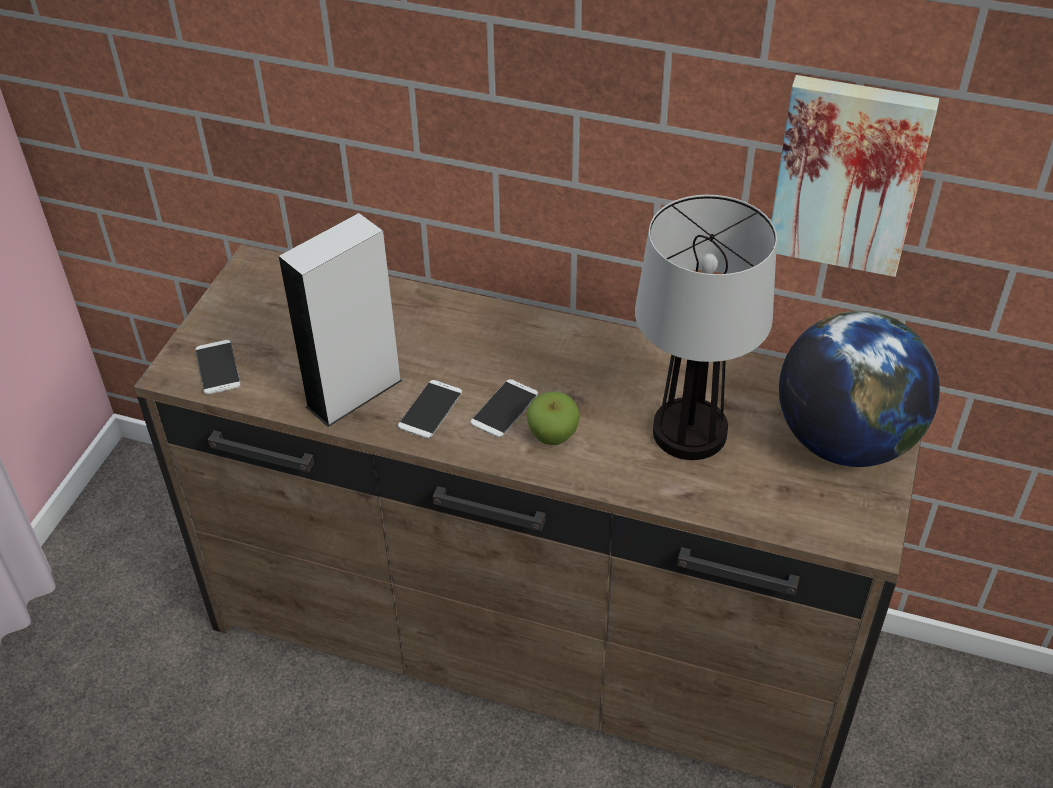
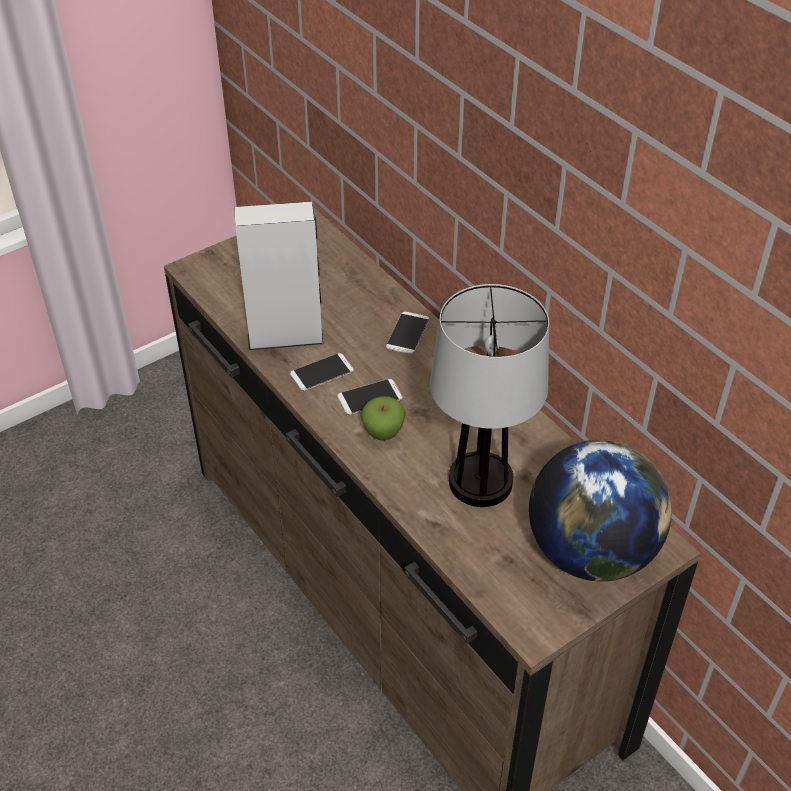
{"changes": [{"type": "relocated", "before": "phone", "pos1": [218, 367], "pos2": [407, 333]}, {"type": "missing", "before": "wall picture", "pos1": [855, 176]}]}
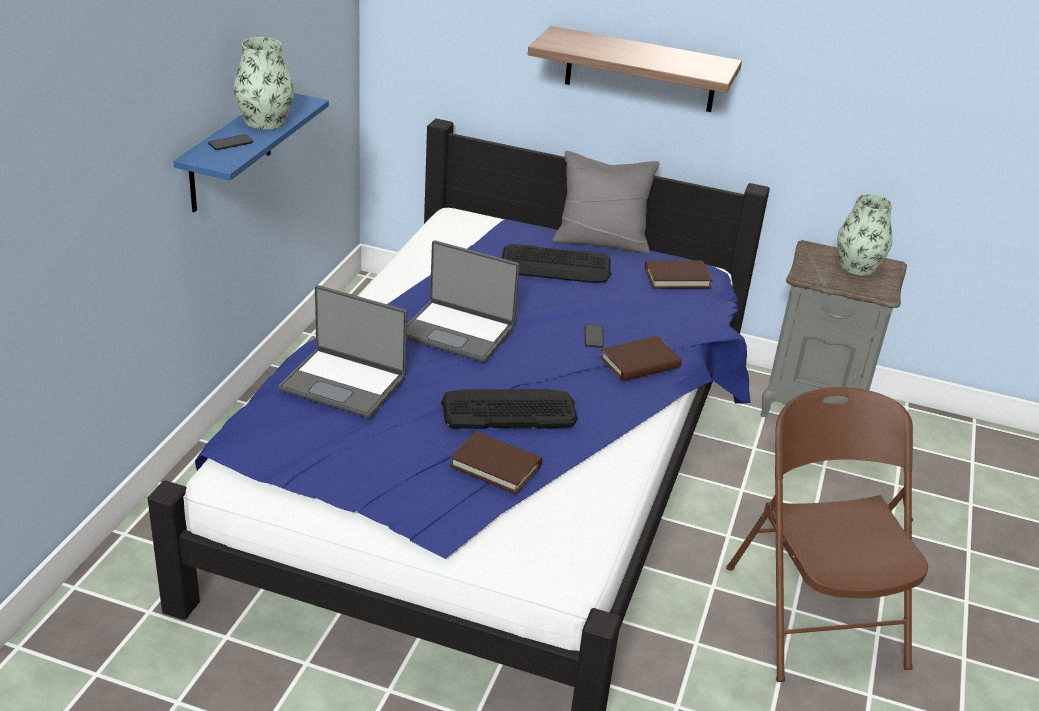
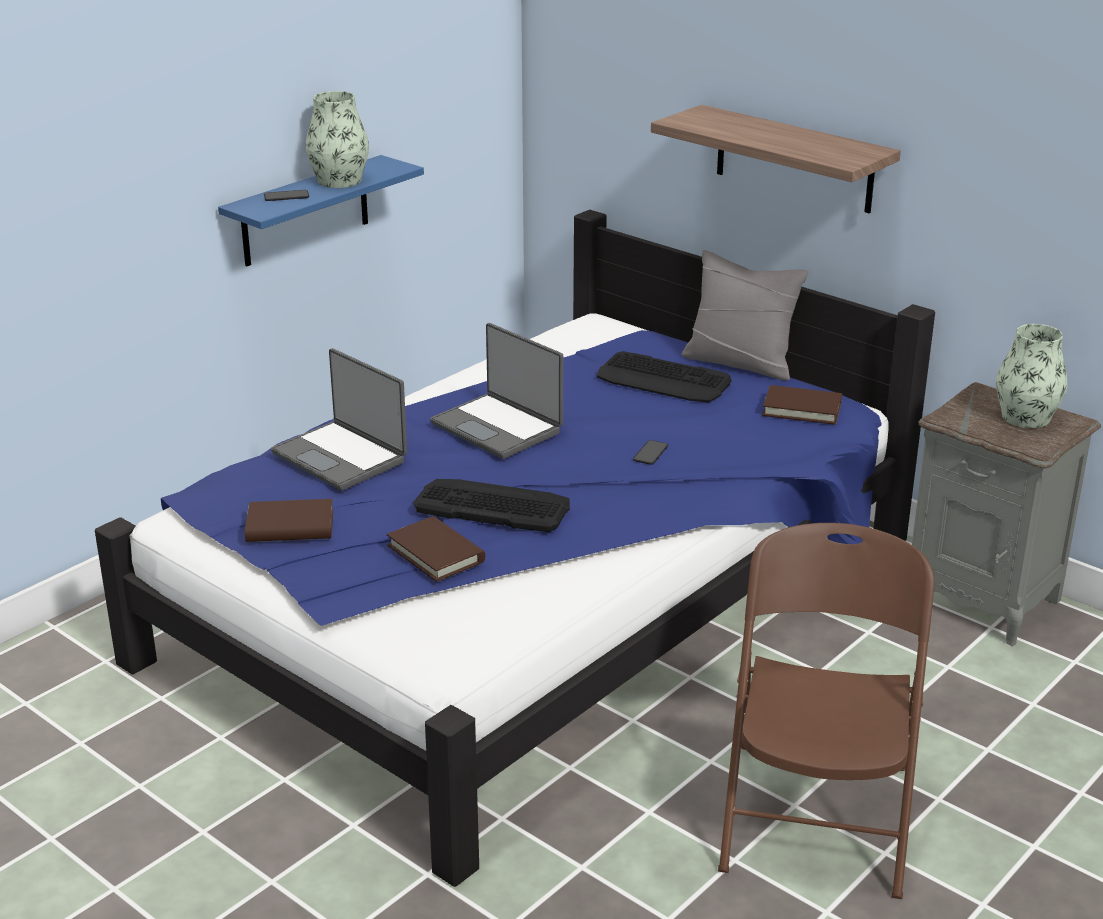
{"changes": [{"type": "relocated", "before": "brown book", "pos1": [641, 358], "pos2": [289, 520]}]}
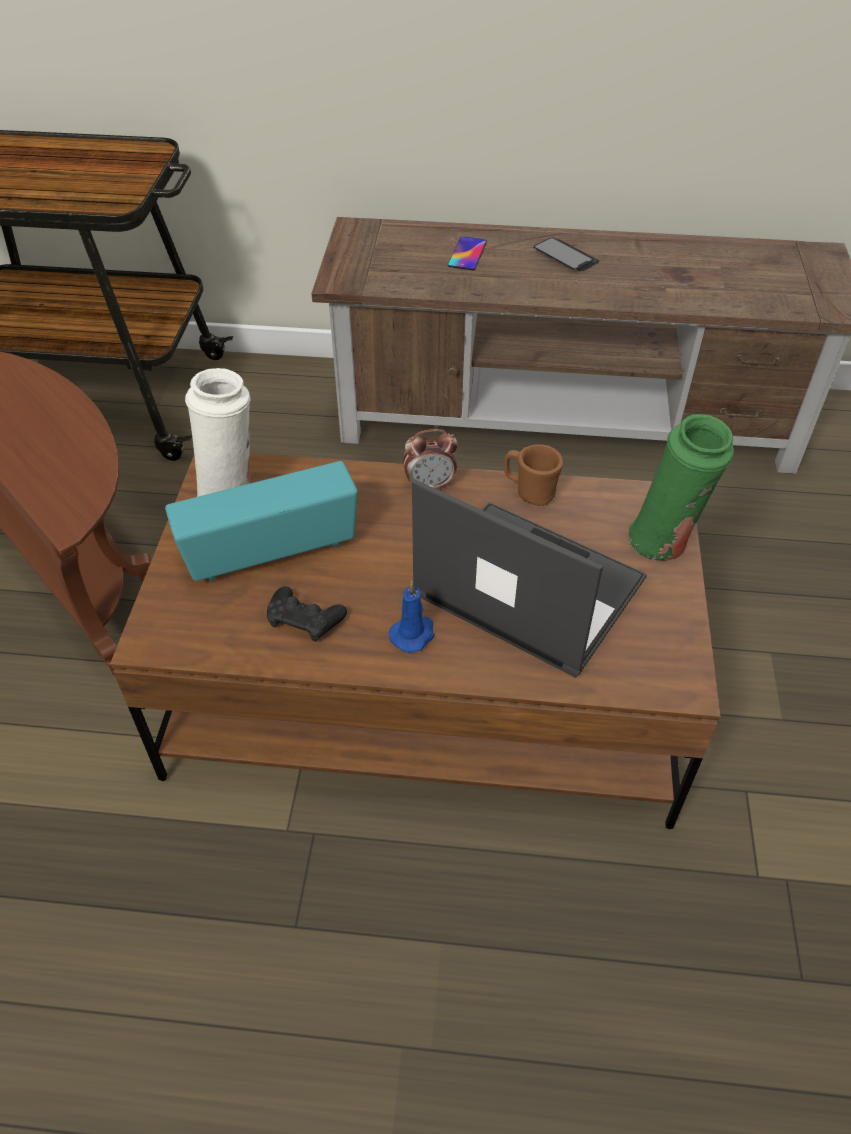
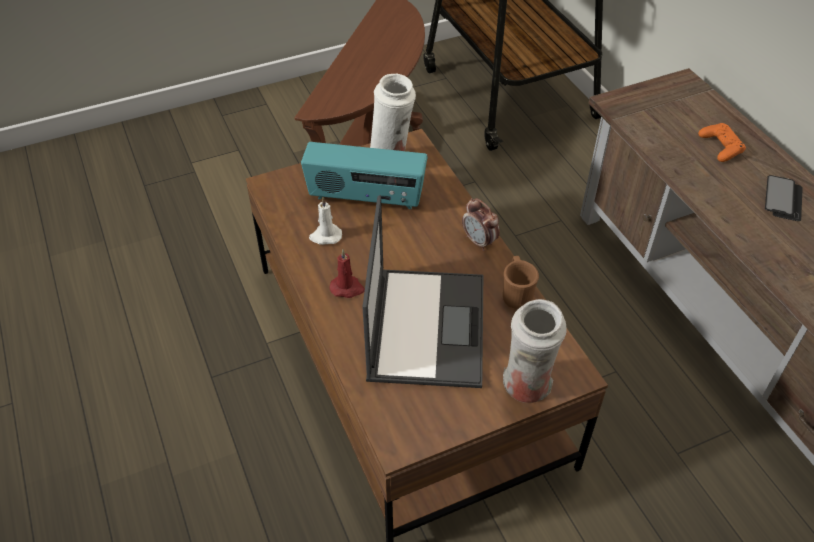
{"changes": [{"type": "spun", "before": "radio set", "pos1": [261, 521], "pos2": [364, 175], "turn": 150}, {"type": "exchanged", "before": "black-coloured joypad", "after": "white wax light", "pos1": [307, 614], "pos2": [325, 221]}, {"type": "colour", "before": "blue wax light", "after": "reddish wax light", "pos1": [412, 617], "pos2": [347, 273]}, {"type": "exchanged", "before": "phone", "after": "orange-coloured joypad", "pos1": [467, 253], "pos2": [722, 142]}, {"type": "colour", "before": "greenish flower vase", "after": "white flower vase", "pos1": [681, 487], "pos2": [535, 351]}]}
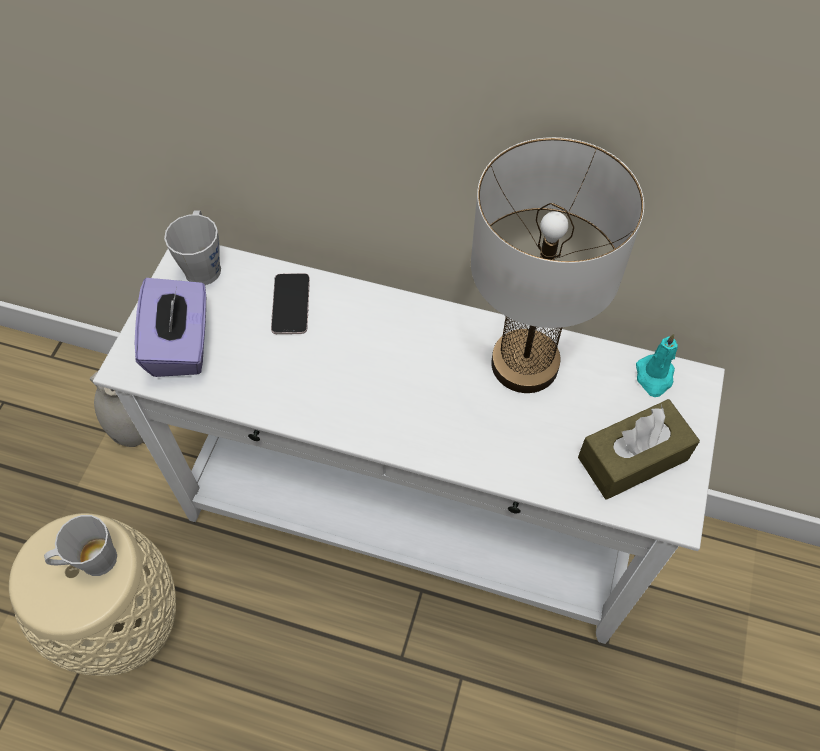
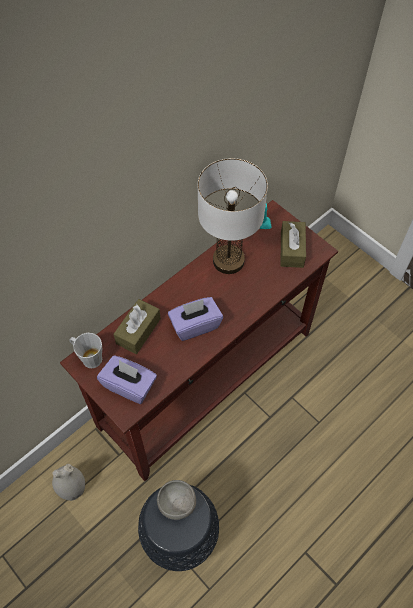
{"changes": [{"type": "colour", "before": "beige-coloured sitting stool", "after": "black-coloured sitting stool", "pos1": [92, 594], "pos2": [178, 528]}, {"type": "exchanged", "before": "grey tea mug", "after": "grey bowl", "pos1": [80, 545], "pos2": [176, 500]}, {"type": "colour", "before": "white narrow table", "after": "brown narrow table", "pos1": [409, 444], "pos2": [199, 340]}, {"type": "exchanged", "before": "phone", "after": "brown tissue box", "pos1": [290, 303], "pos2": [137, 326]}, {"type": "appeared", "after": "purple-coloured tissue box", "pos2": [195, 319]}]}
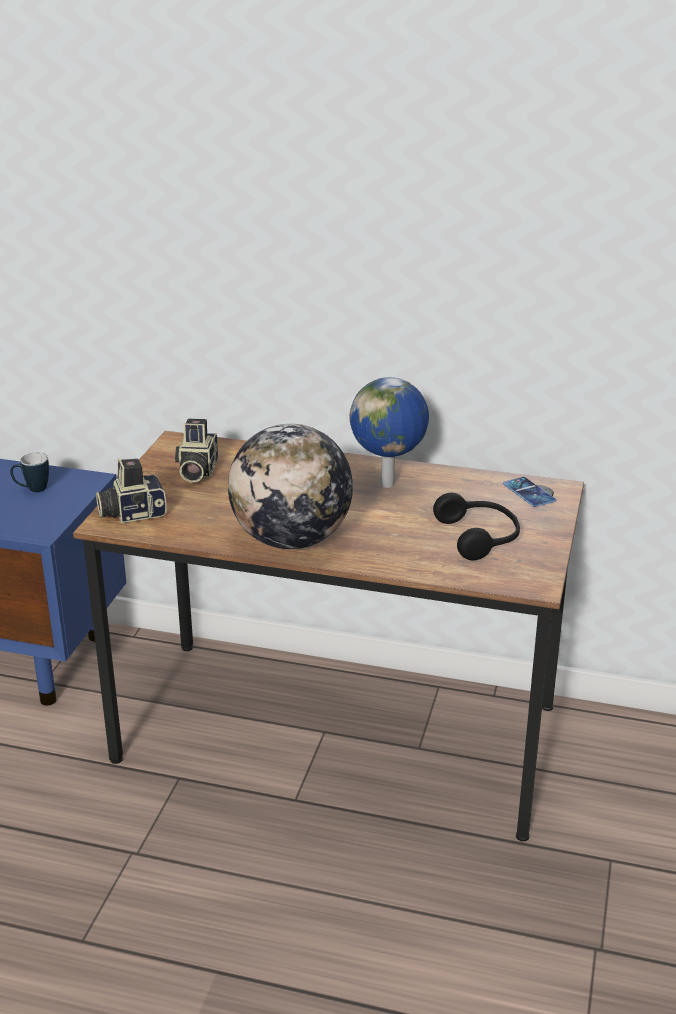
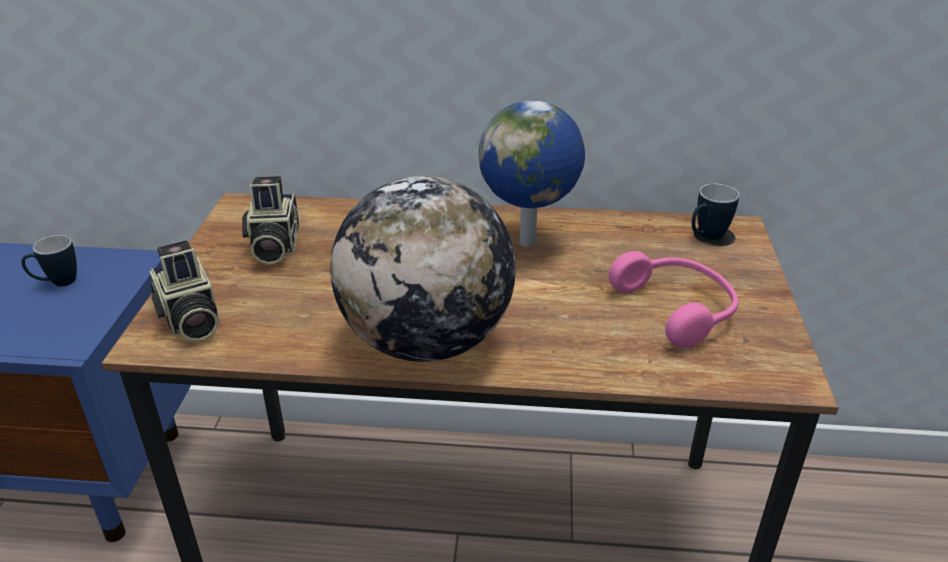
{"changes": [{"type": "spun", "before": "still camera", "pos1": [131, 490], "pos2": [184, 291], "turn": -90}, {"type": "colour", "before": "black-coloured pair of headphones", "after": "pink-coloured pair of headphones", "pos1": [476, 526], "pos2": [673, 299]}, {"type": "exchanged", "before": "phone", "after": "tea mug", "pos1": [529, 492], "pos2": [715, 212]}]}
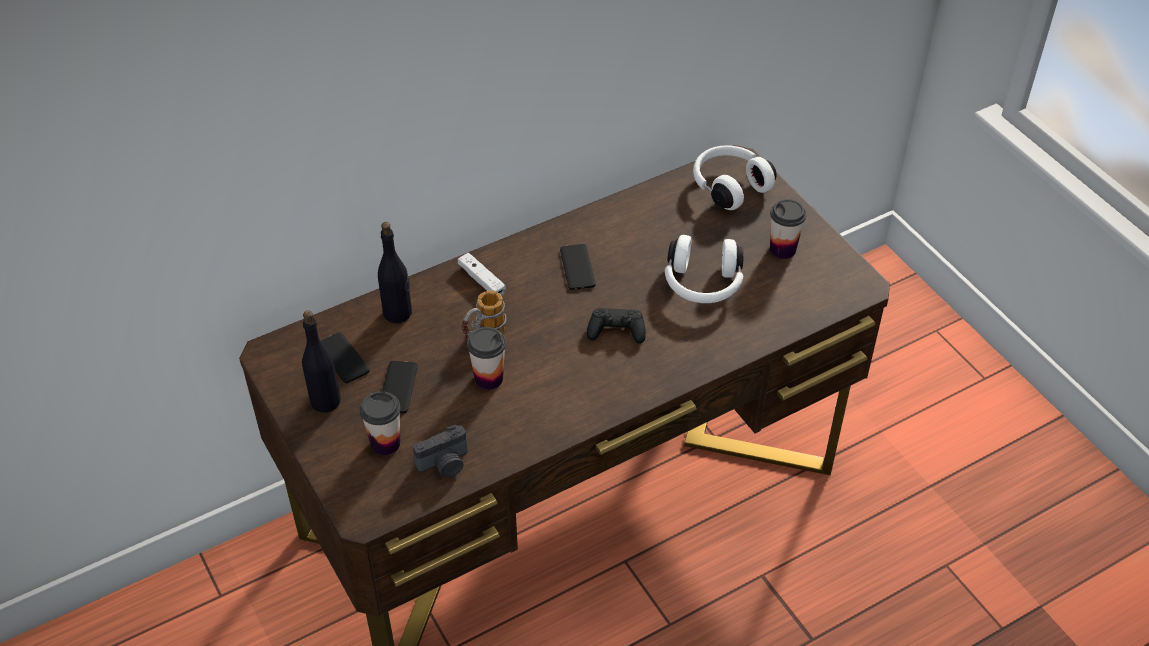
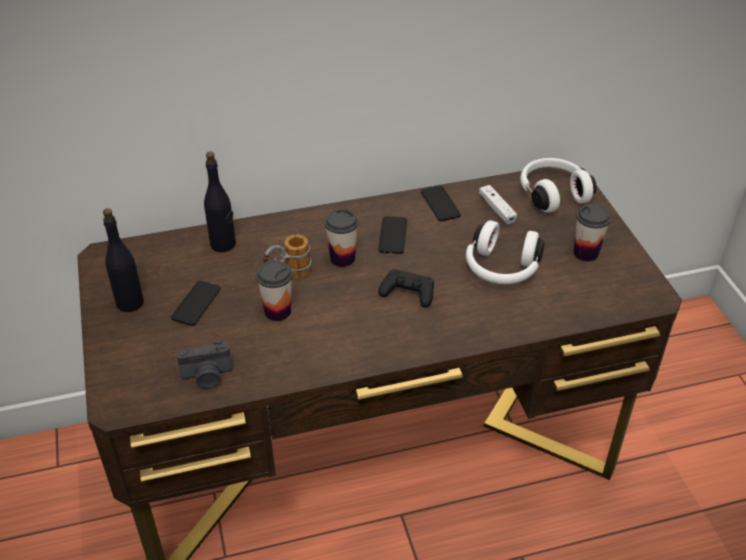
{"changes": [{"type": "relocated", "before": "phone", "pos1": [345, 357], "pos2": [441, 203]}, {"type": "relocated", "before": "cup", "pos1": [380, 423], "pos2": [341, 238]}, {"type": "relocated", "before": "white joypad", "pos1": [482, 274], "pos2": [498, 204]}]}
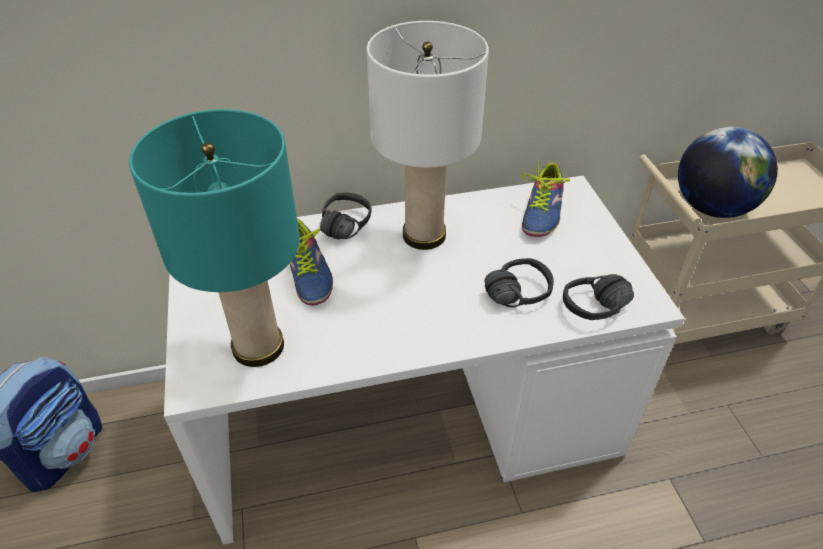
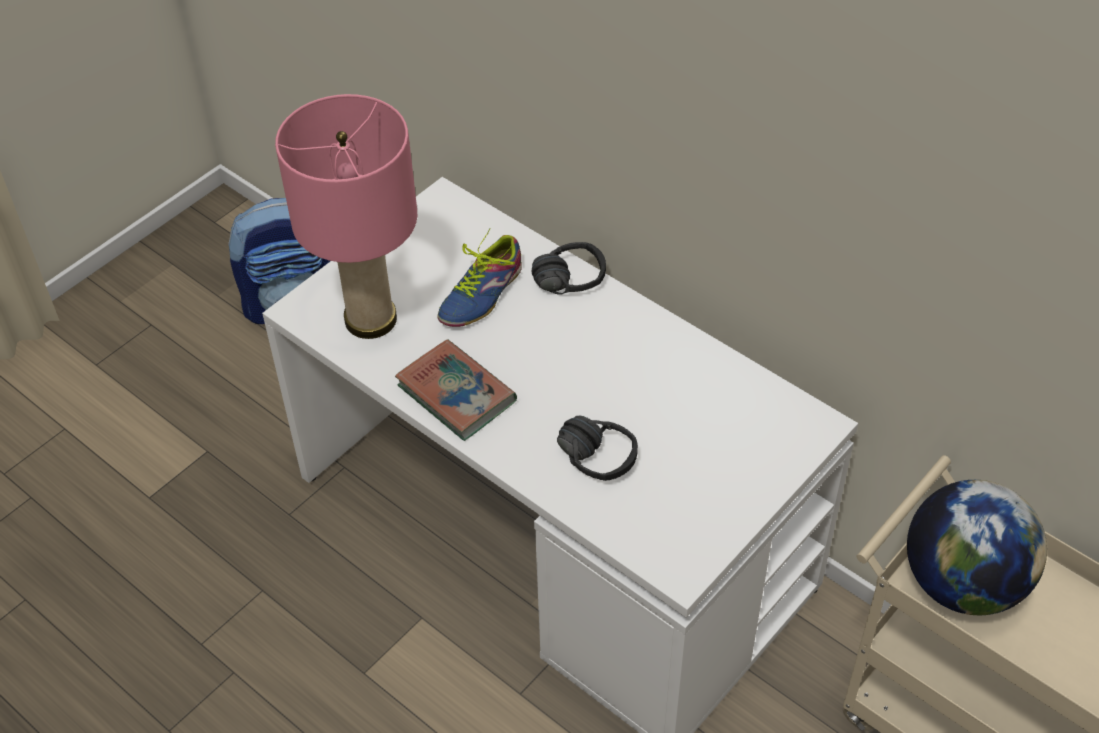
{"changes": [{"type": "colour", "before": "blue-green table lamp", "after": "pink-coloured table lamp", "pos1": [214, 238], "pos2": [346, 216]}, {"type": "missing", "before": "white table lamp", "pos1": [428, 135]}, {"type": "missing", "before": "shoe", "pos1": [546, 198]}, {"type": "missing", "before": "black-coloured pair of headphones", "pos1": [598, 297]}, {"type": "appeared", "after": "book", "pos2": [456, 390]}]}
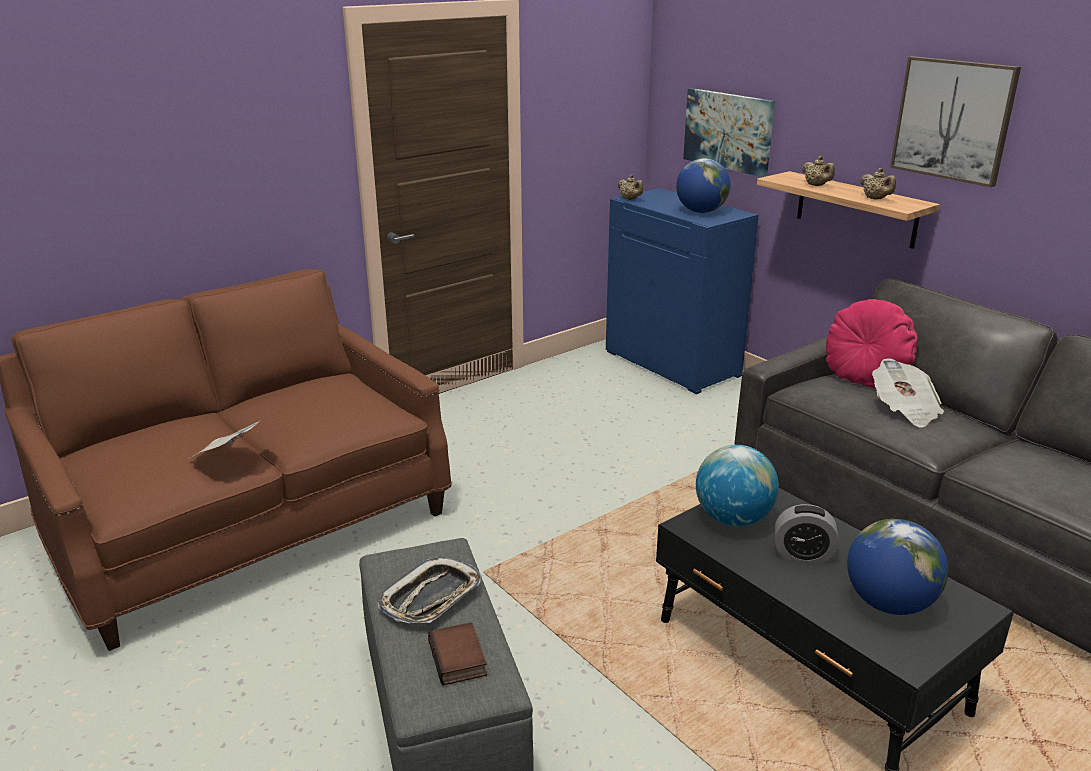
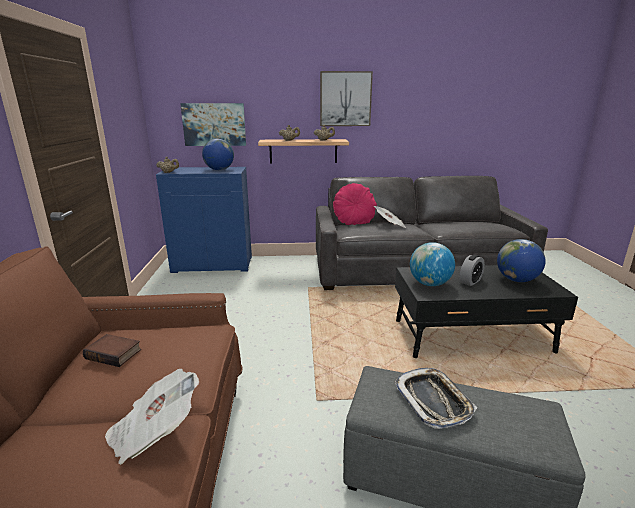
{"changes": [{"type": "relocated", "before": "book", "pos1": [457, 654], "pos2": [112, 350]}]}
